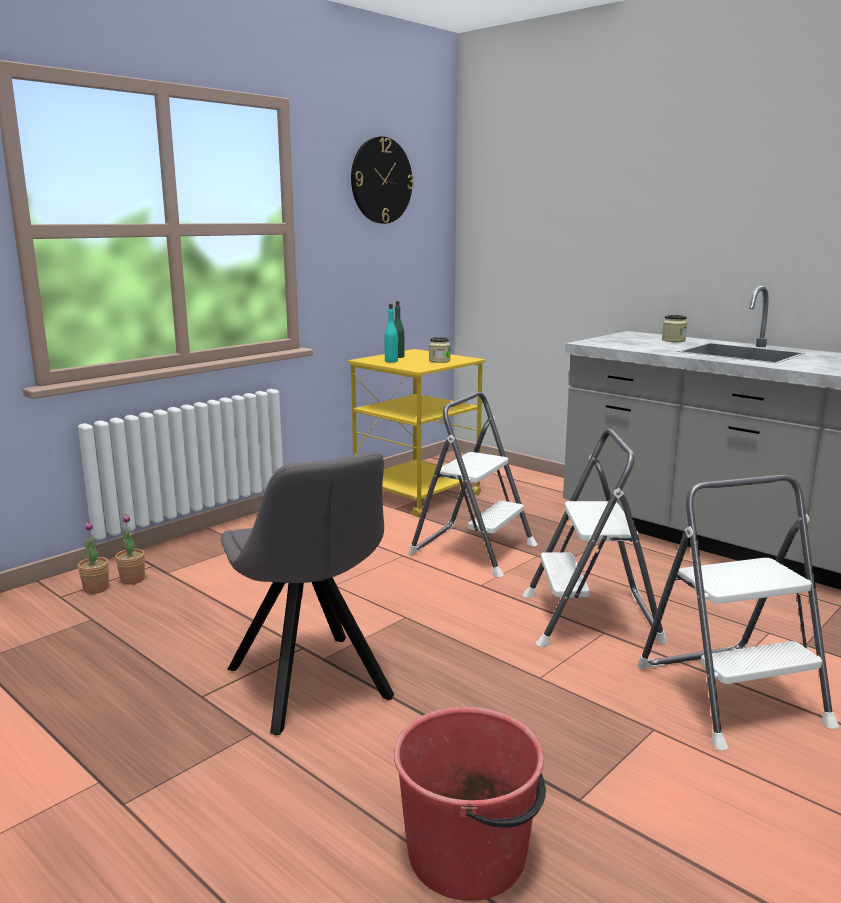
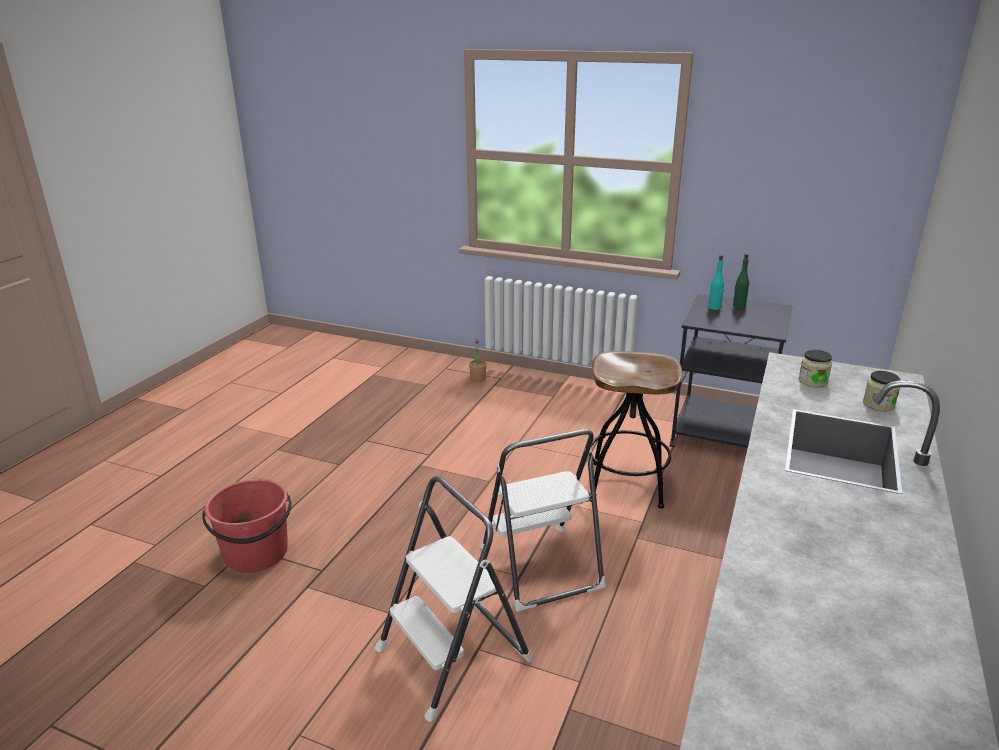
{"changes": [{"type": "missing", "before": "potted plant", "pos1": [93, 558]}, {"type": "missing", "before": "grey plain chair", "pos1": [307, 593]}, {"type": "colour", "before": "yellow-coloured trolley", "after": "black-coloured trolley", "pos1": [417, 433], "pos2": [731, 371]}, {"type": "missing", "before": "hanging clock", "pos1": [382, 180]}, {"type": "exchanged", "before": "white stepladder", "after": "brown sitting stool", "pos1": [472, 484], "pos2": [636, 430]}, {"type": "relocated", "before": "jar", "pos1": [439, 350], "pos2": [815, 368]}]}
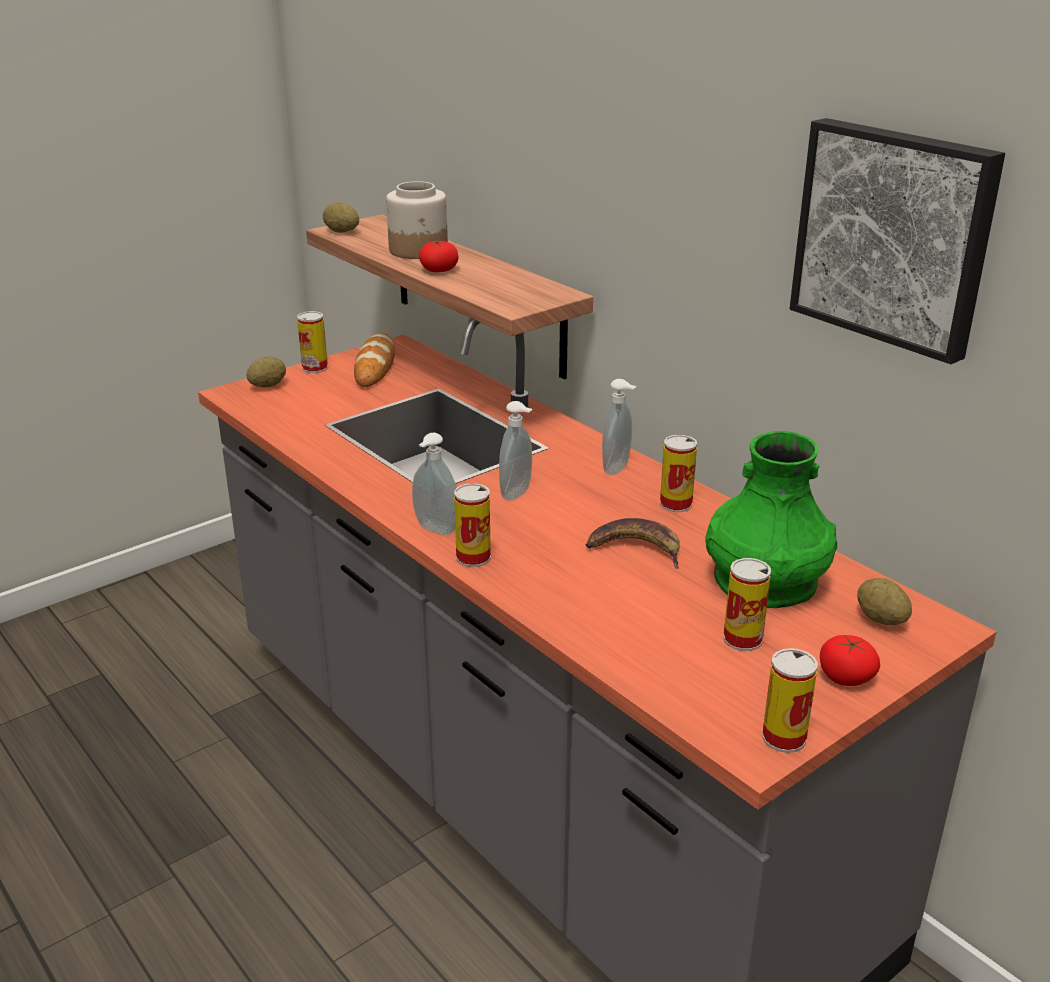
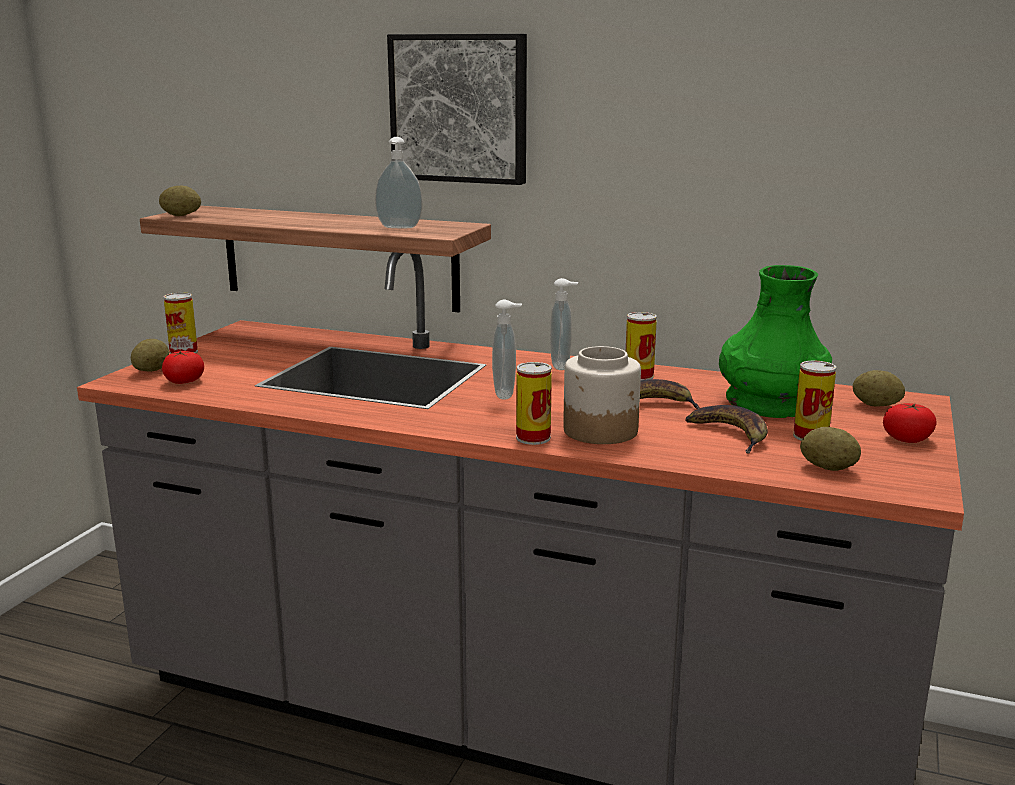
{"changes": [{"type": "missing", "before": "bread", "pos1": [374, 360]}, {"type": "relocated", "before": "jar", "pos1": [417, 220], "pos2": [602, 395]}, {"type": "relocated", "before": "soap bottle", "pos1": [434, 484], "pos2": [398, 182]}, {"type": "relocated", "before": "tomato", "pos1": [439, 256], "pos2": [183, 367]}, {"type": "missing", "before": "metal can", "pos1": [790, 700]}, {"type": "relocated", "before": "wall picture", "pos1": [897, 241], "pos2": [457, 109]}, {"type": "appeared", "after": "whole banana", "pos2": [726, 429]}, {"type": "appeared", "after": "whole potato", "pos2": [830, 449]}]}
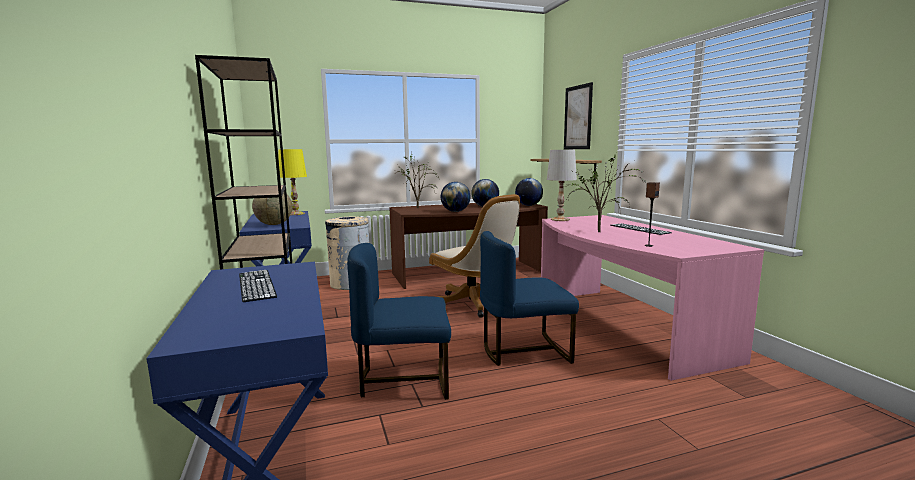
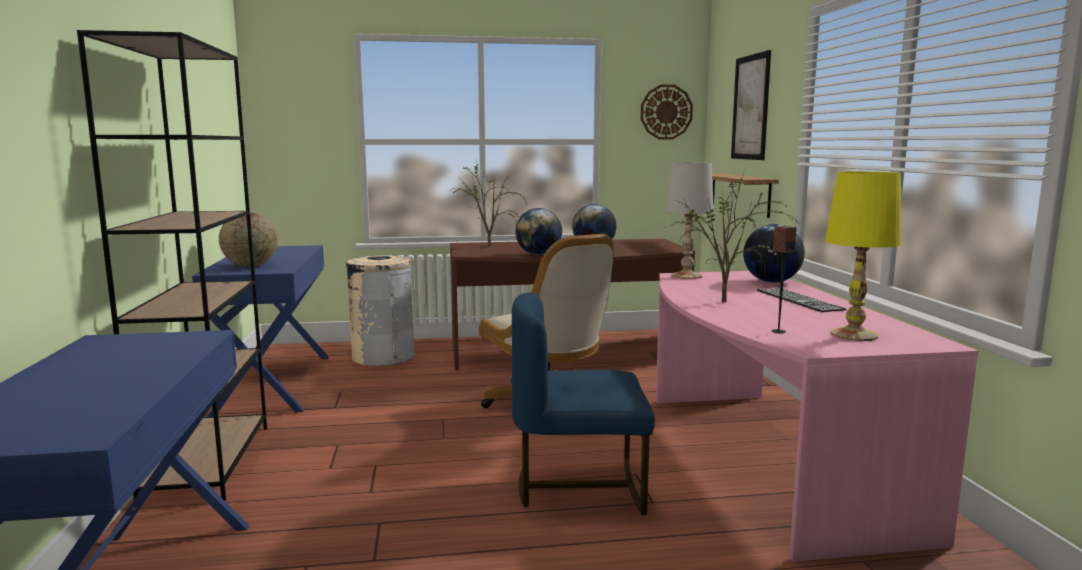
{"changes": [{"type": "missing", "before": "PC keyboard", "pos1": [258, 286]}, {"type": "relocated", "before": "yellow-coloured table lamp", "pos1": [292, 182], "pos2": [863, 256]}, {"type": "missing", "before": "blue plain chair", "pos1": [399, 321]}, {"type": "relocated", "before": "world globe", "pos1": [529, 192], "pos2": [774, 253]}, {"type": "appeared", "after": "hanging clock", "pos2": [667, 112]}]}
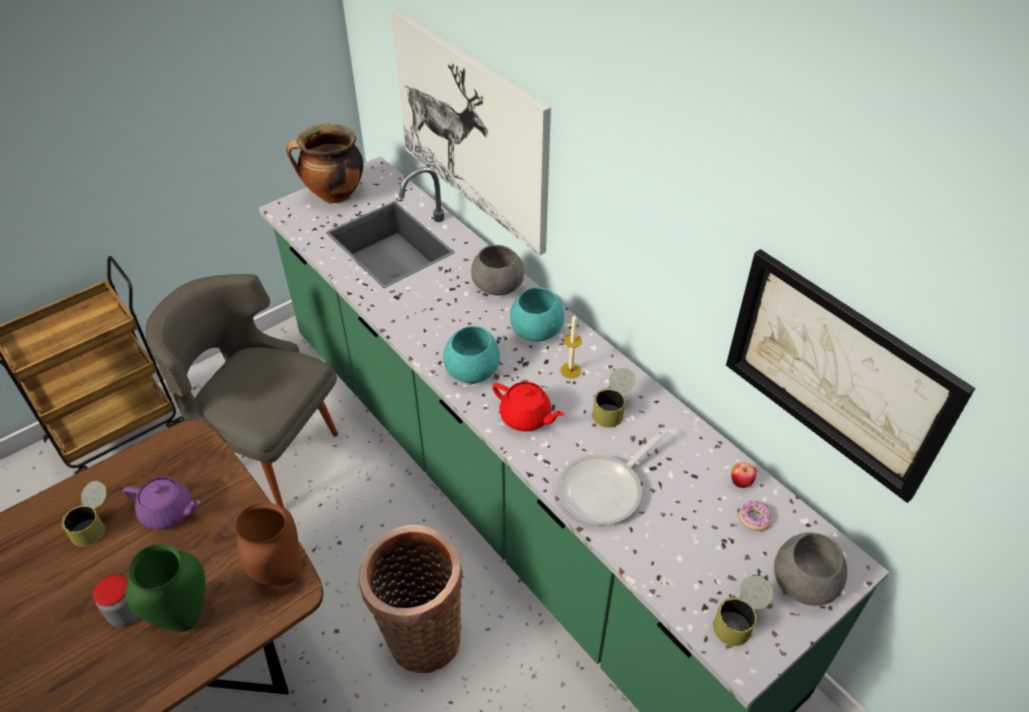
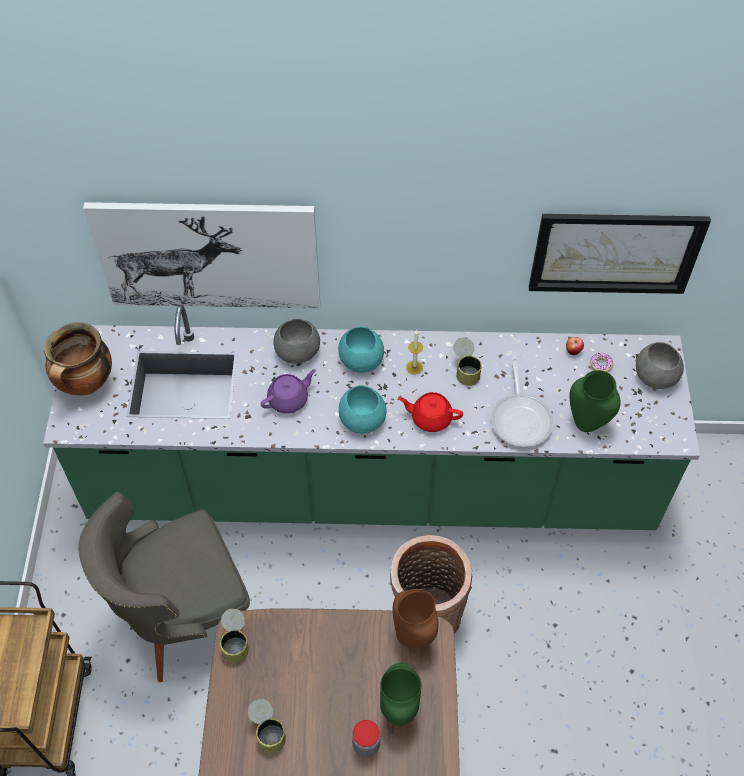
{"changes": [{"type": "relocated", "before": "purple-coloured teapot", "pos1": [162, 503], "pos2": [288, 391]}, {"type": "spun", "before": "reddish teapot", "pos1": [528, 406], "pos2": [430, 412], "turn": -150}, {"type": "relocated", "before": "metal can", "pos1": [743, 611], "pos2": [234, 635]}, {"type": "appeared", "after": "greenish flower vase", "pos2": [595, 401]}]}
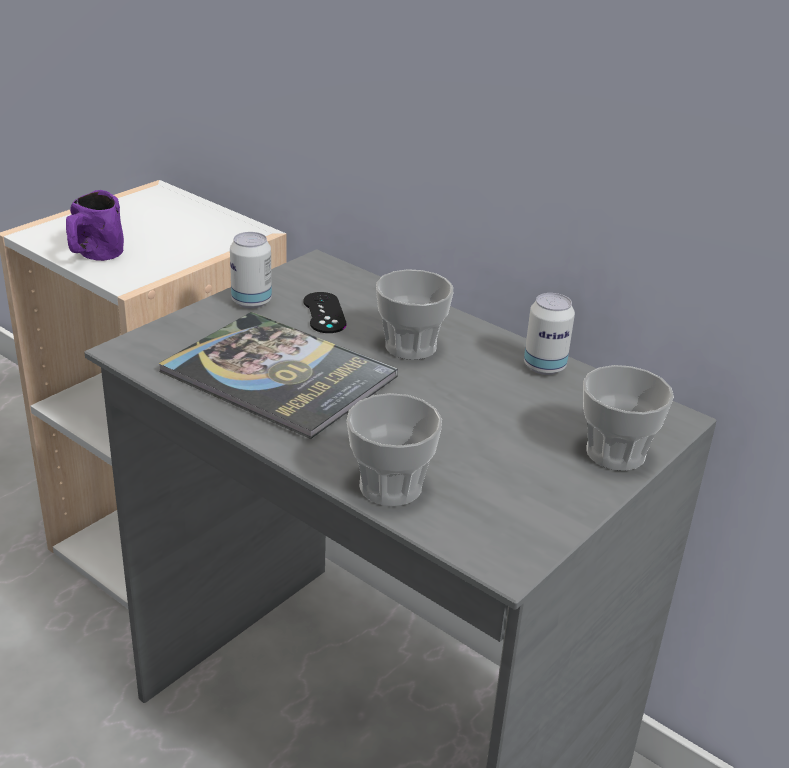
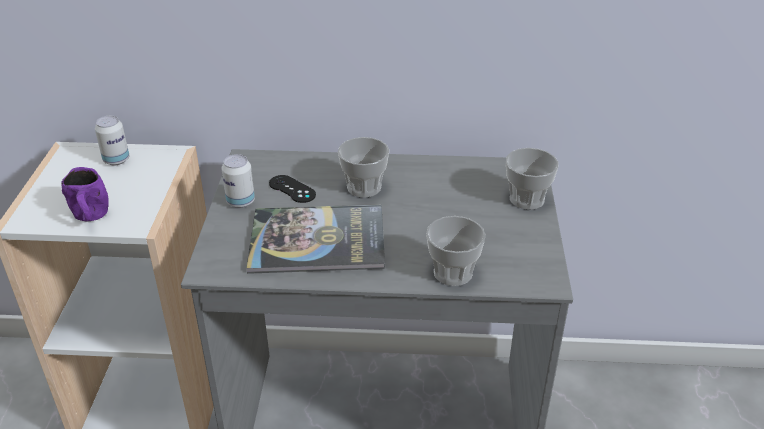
{"changes": [{"type": "relocated", "before": "metal can", "pos1": [549, 334], "pos2": [112, 141]}]}
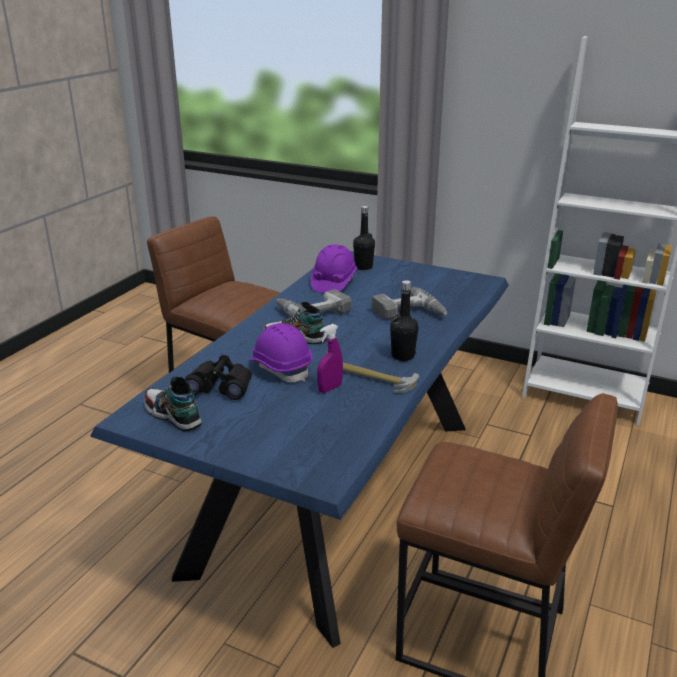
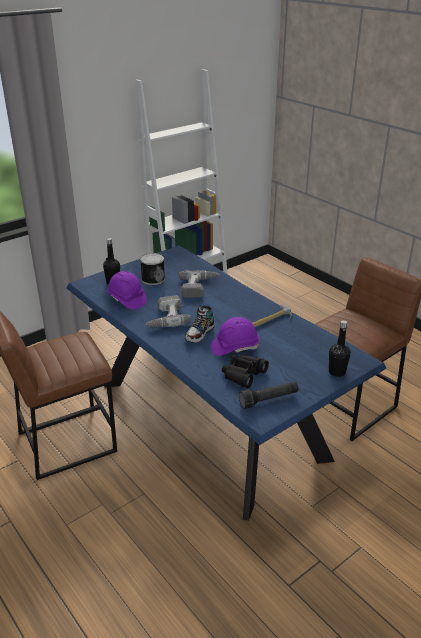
{"changes": [{"type": "exchanged", "before": "shoe", "after": "black-coloured flashlight", "pos1": [173, 404], "pos2": [268, 395]}, {"type": "missing", "before": "purple-coloured sprayer", "pos1": [330, 358]}, {"type": "relocated", "before": "black-coloured drink bottle", "pos1": [404, 320], "pos2": [340, 348]}, {"type": "appeared", "after": "metal can", "pos2": [152, 269]}]}
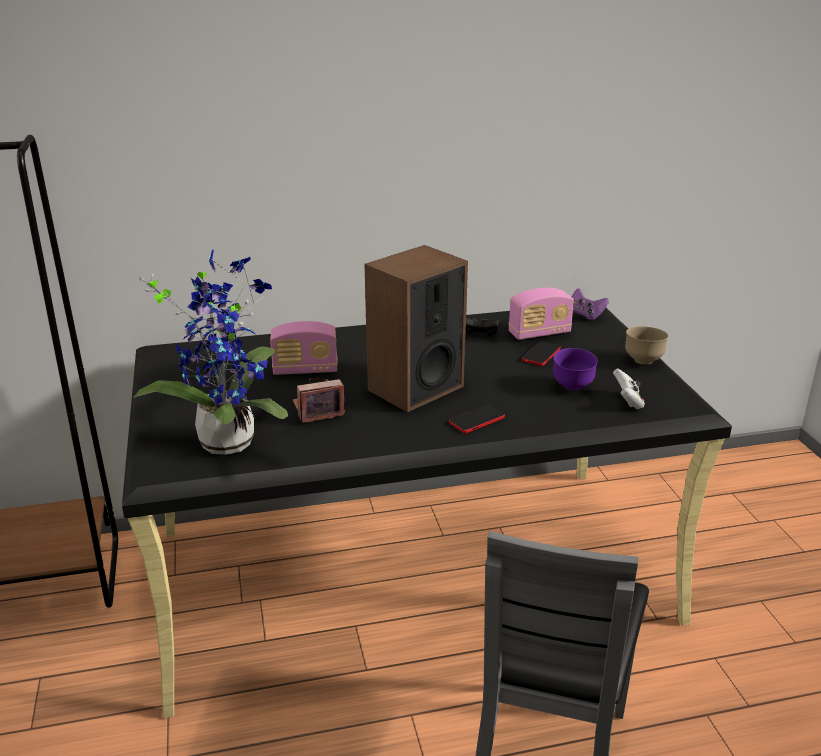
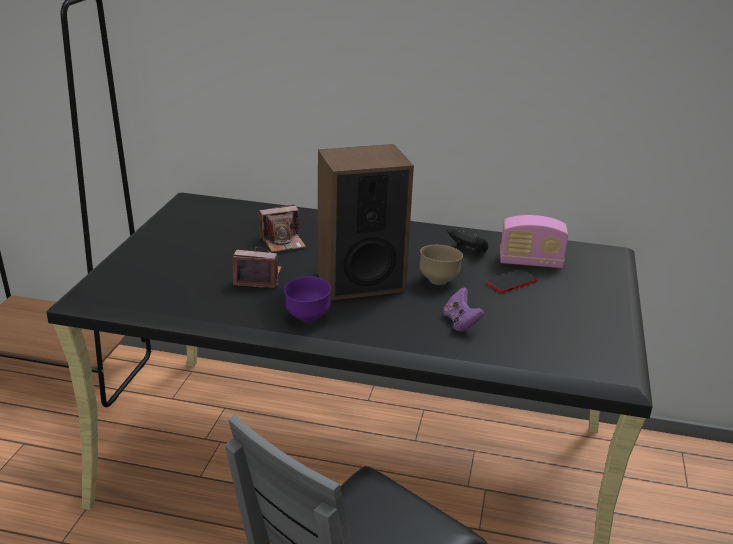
{"changes": [{"type": "missing", "before": "potted plant", "pos1": [211, 352]}, {"type": "exchanged", "before": "radio set", "after": "still camera", "pos1": [304, 348], "pos2": [282, 228]}, {"type": "missing", "before": "phone", "pos1": [477, 419]}, {"type": "relocated", "before": "purple-coloured bowl", "pos1": [575, 369], "pos2": [307, 299]}, {"type": "relocated", "before": "purple-coloured joypad", "pos1": [590, 304], "pos2": [464, 309]}, {"type": "missing", "before": "white joypad", "pos1": [629, 389]}, {"type": "relocated", "before": "brown bowl", "pos1": [646, 345], "pos2": [441, 265]}]}
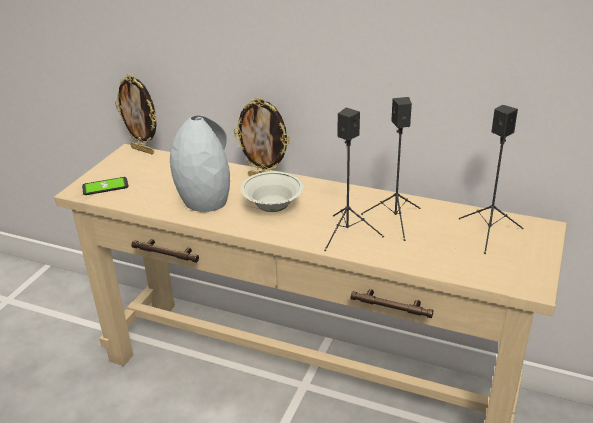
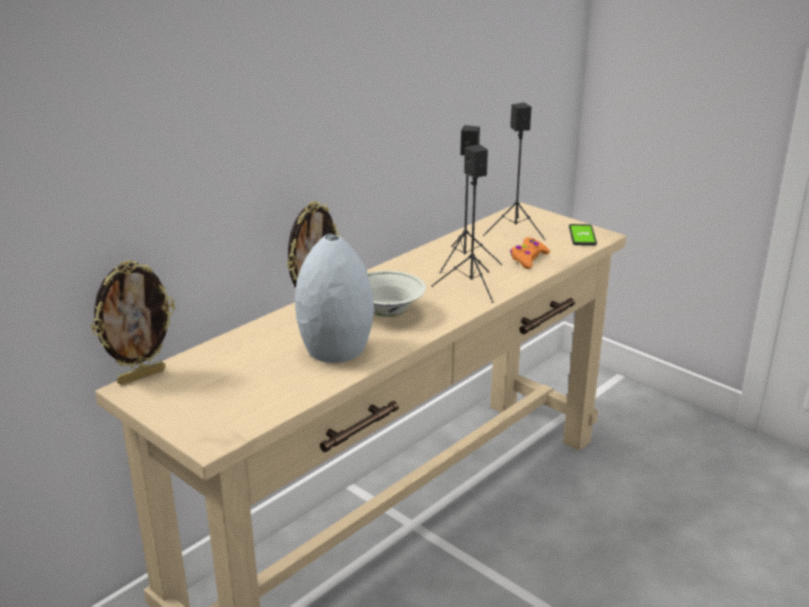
{"changes": [{"type": "relocated", "before": "phone", "pos1": [105, 186], "pos2": [583, 235]}, {"type": "appeared", "after": "orange-coloured joypad", "pos2": [530, 253]}]}
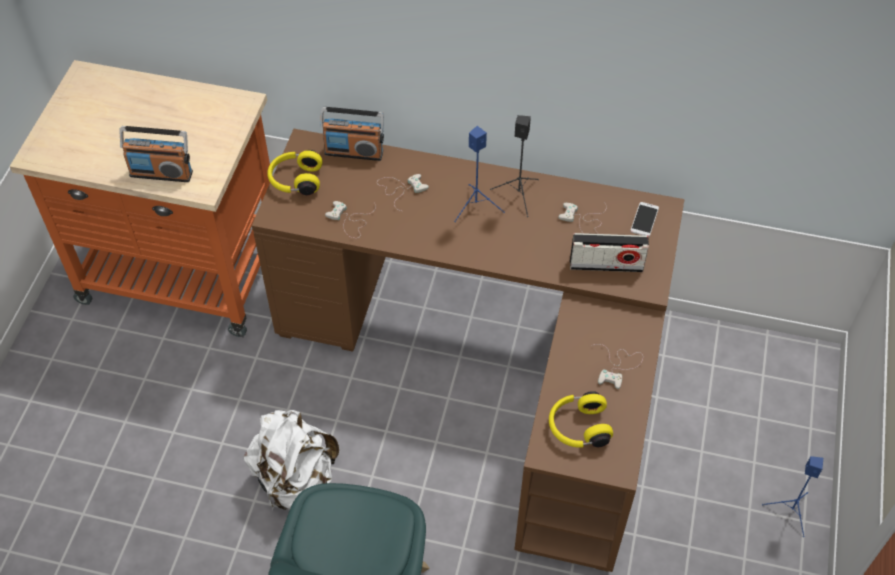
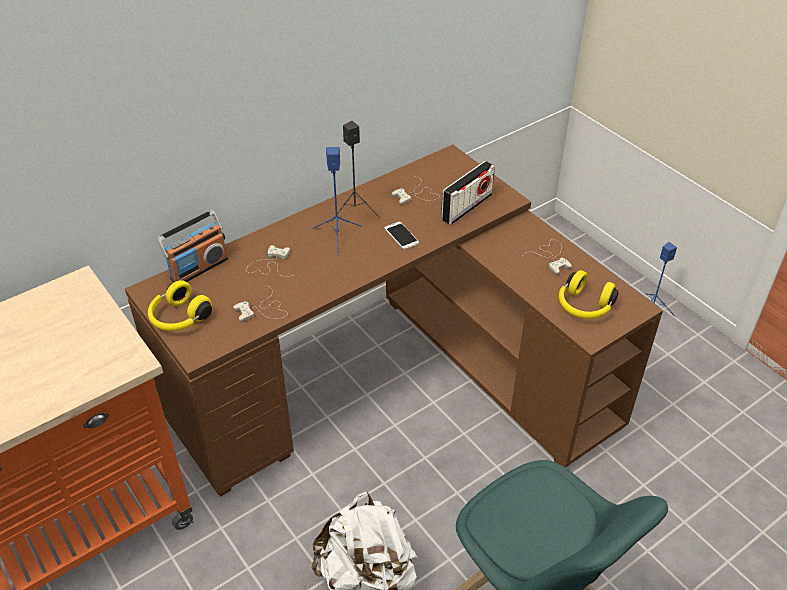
{"changes": [{"type": "missing", "before": "radio set", "pos1": [156, 154]}, {"type": "relocated", "before": "phone", "pos1": [644, 219], "pos2": [402, 236]}]}
